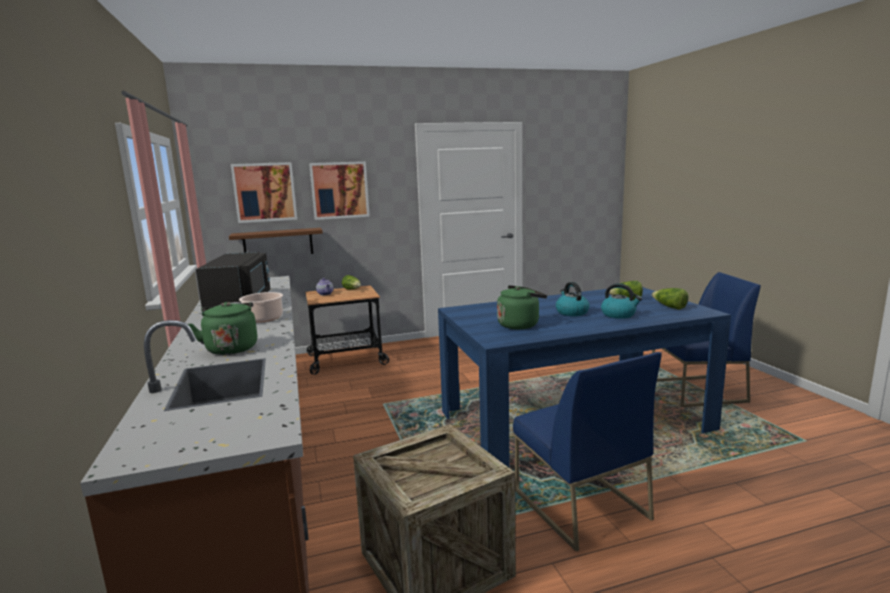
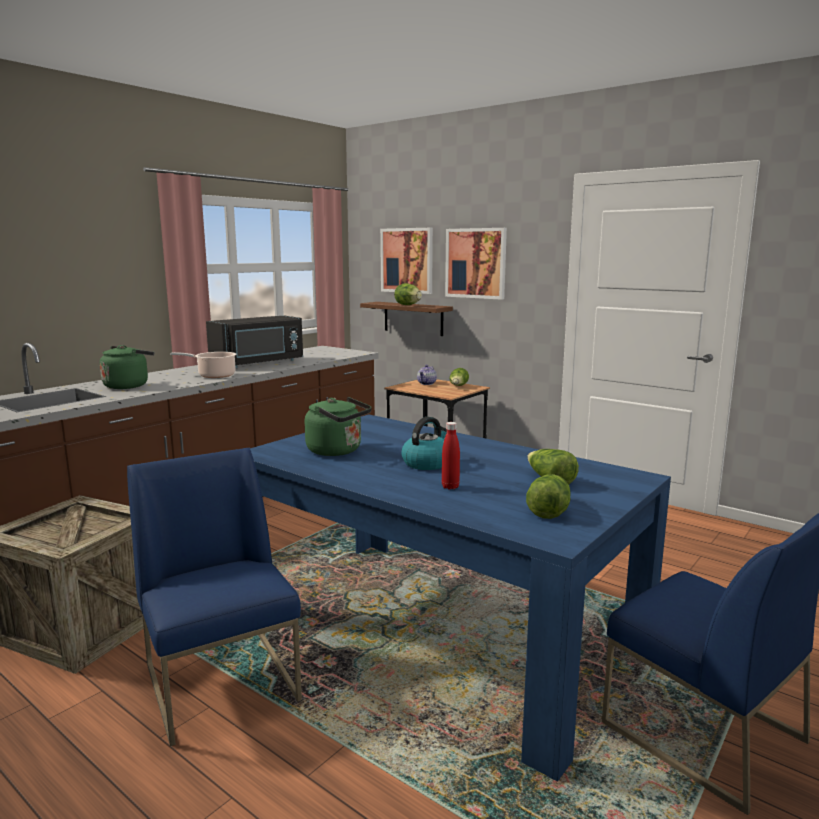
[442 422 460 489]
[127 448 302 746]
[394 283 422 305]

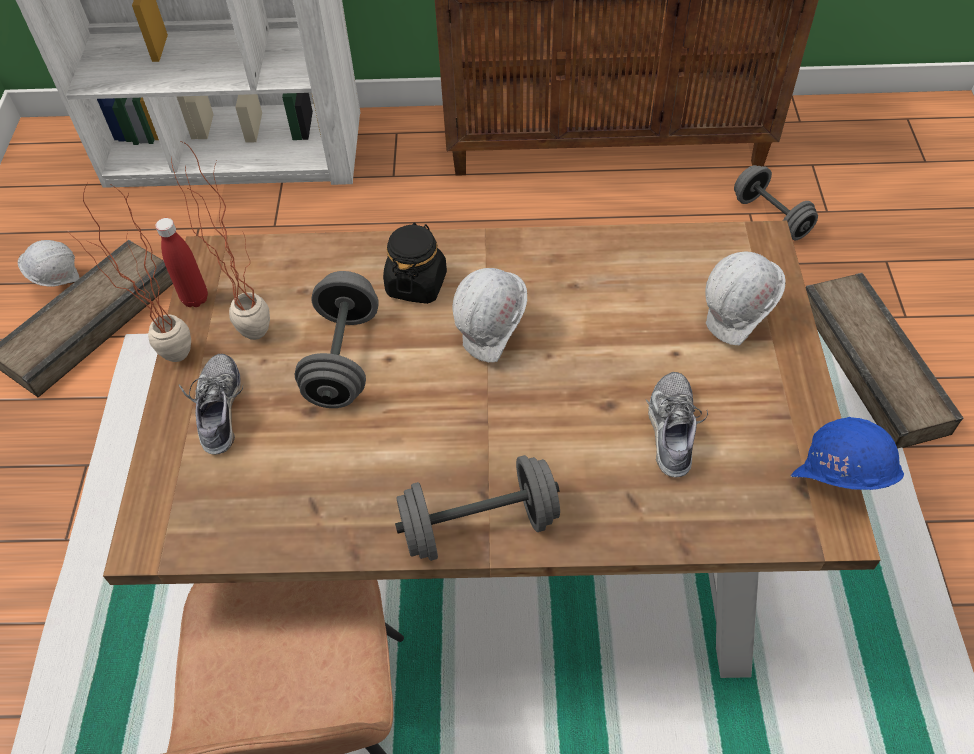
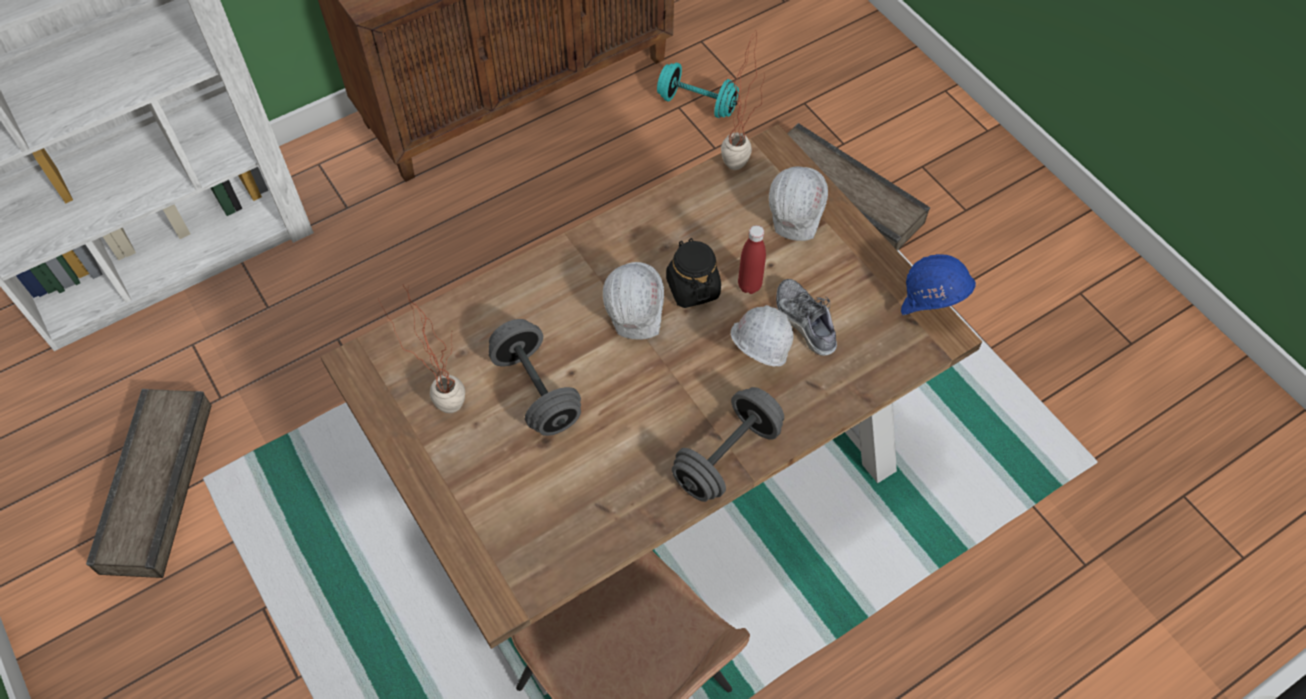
[657 63 739 118]
[721 31 765 170]
[738 225 766 294]
[666 238 721 308]
[731 305 793 367]
[179 354 243 455] (first image)

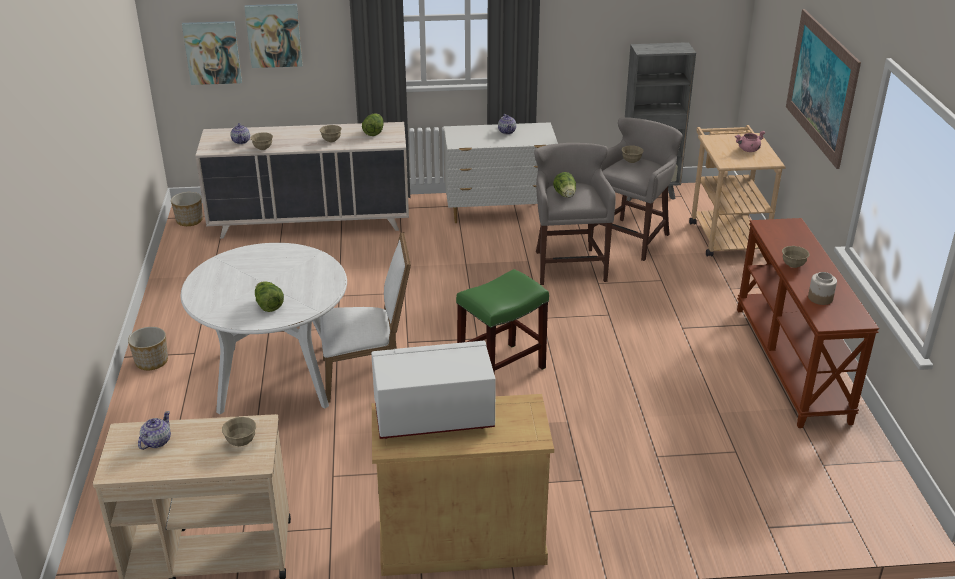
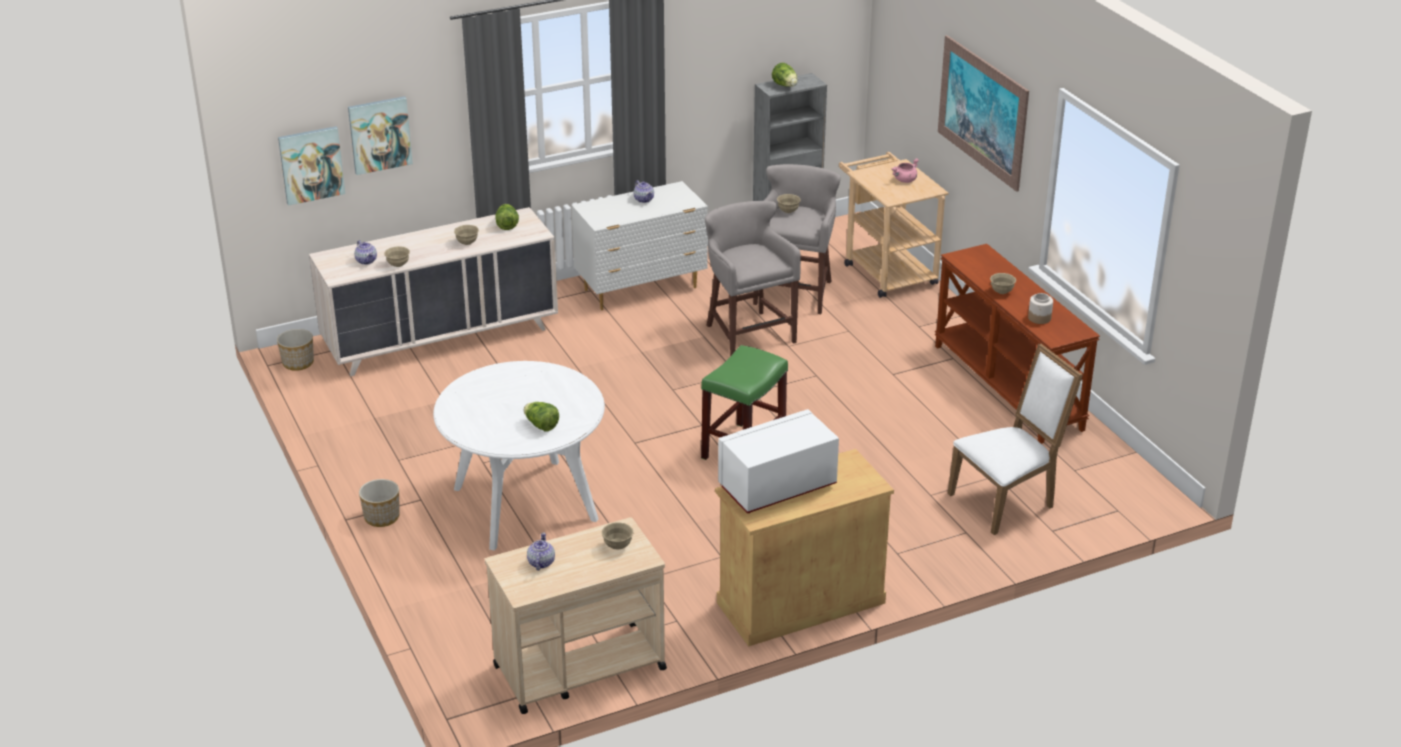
[772 63 798 87]
[948 344 1083 535]

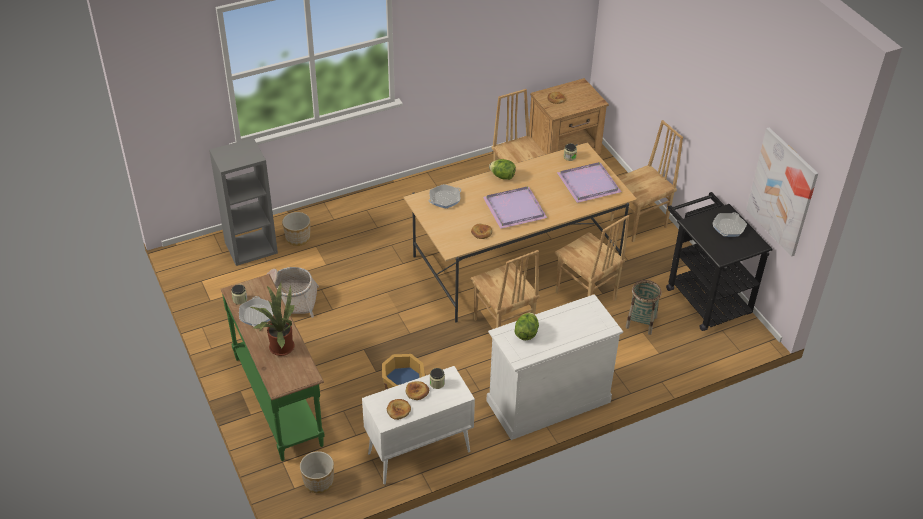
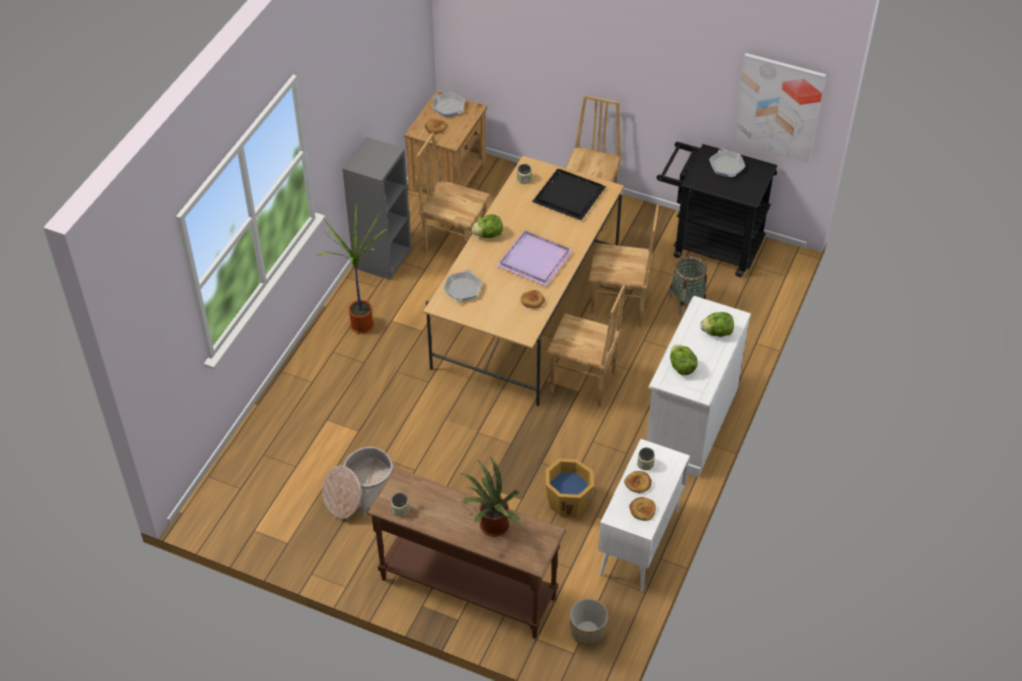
[342 137 412 280]
[532 169 606 220]
[282 212 310 246] (first image)
[367 468 566 639]
[432 92 465 117]
[317 204 387 334]
[700 312 734 337]

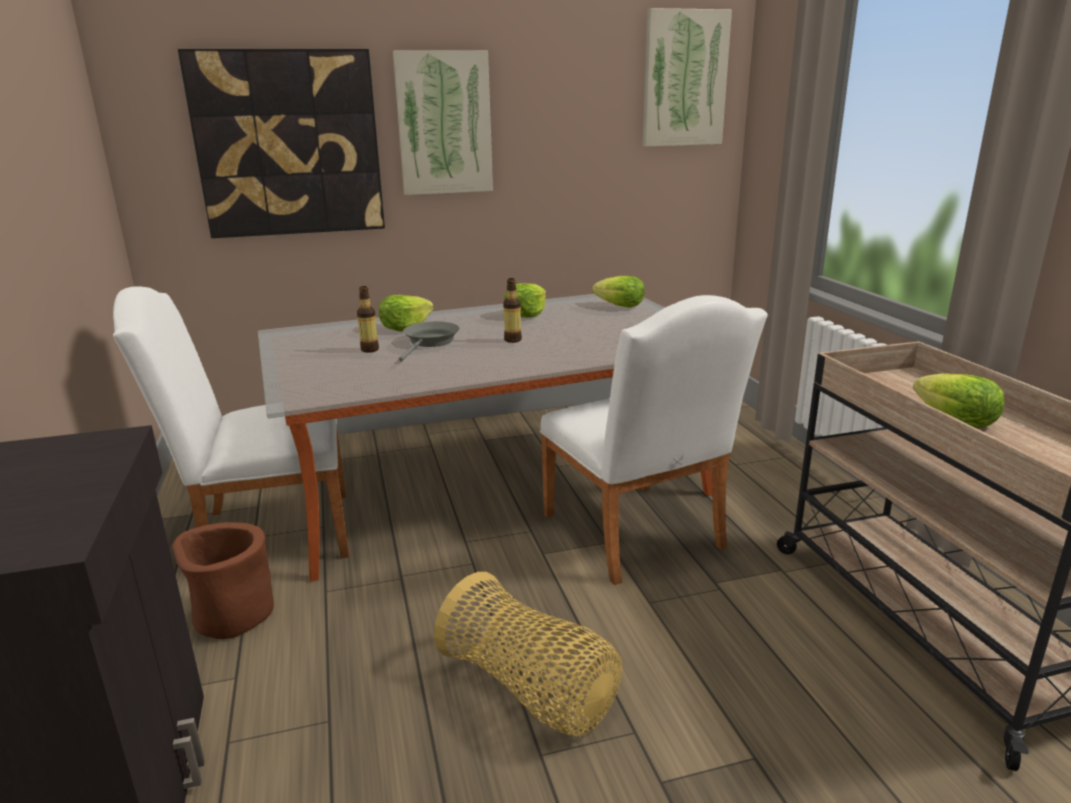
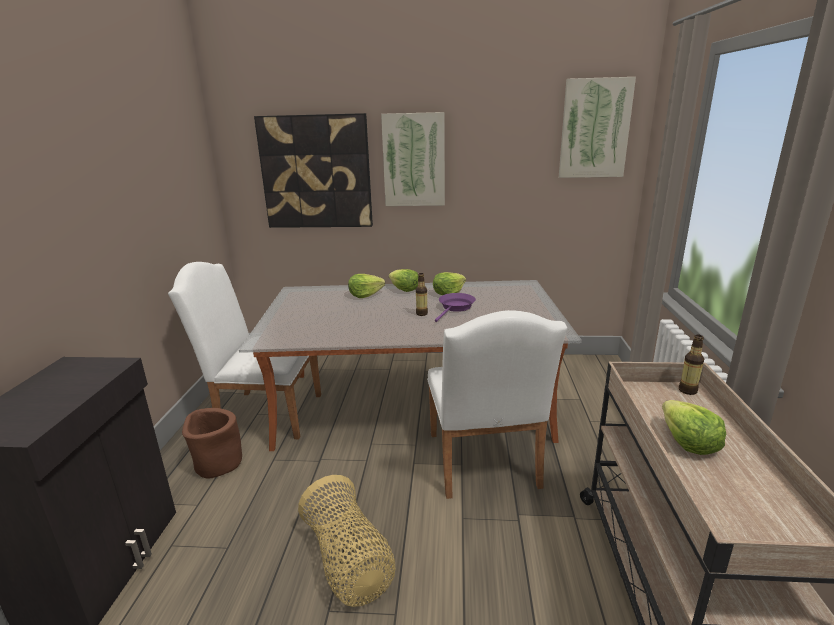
[389 269 418 292]
[679 335 704 395]
[399 321 459 361] (first image)
[435 293 476 322]

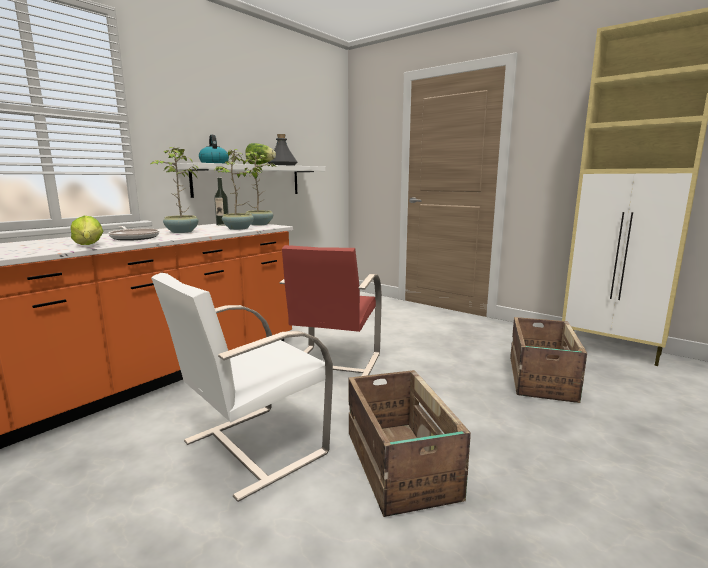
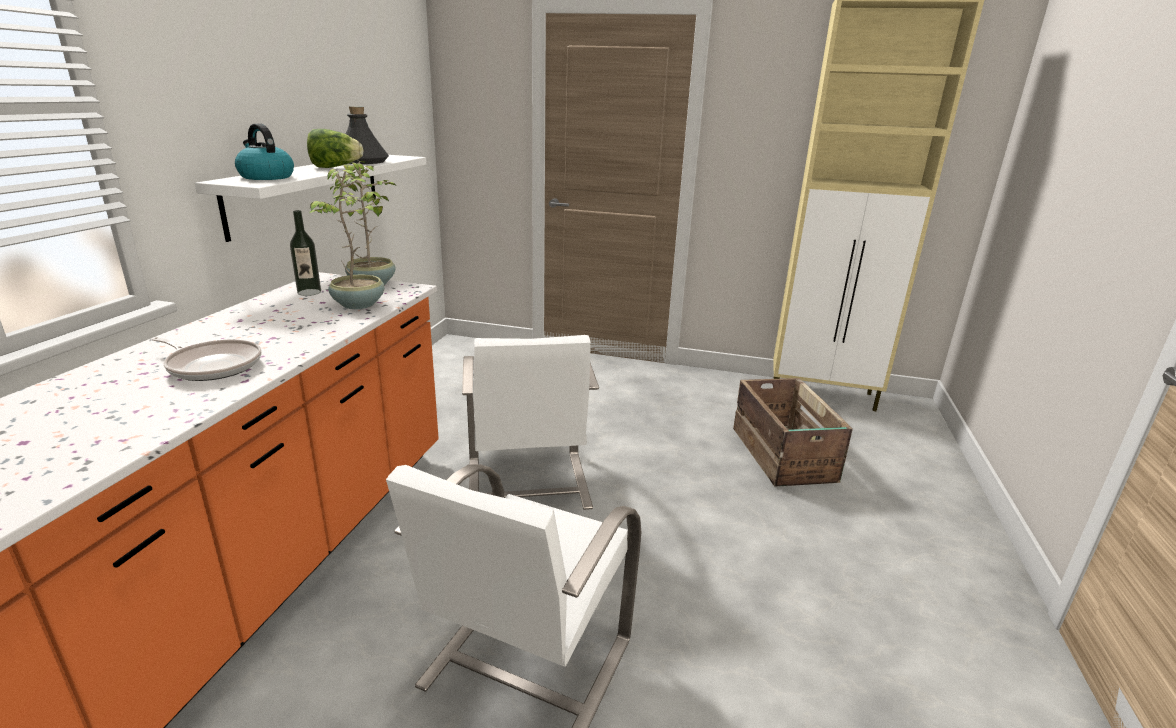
[151 147 199 233] (first image)
[71 216 103 245] (first image)
[462 335 599 510]
[349 370 471 517] (first image)

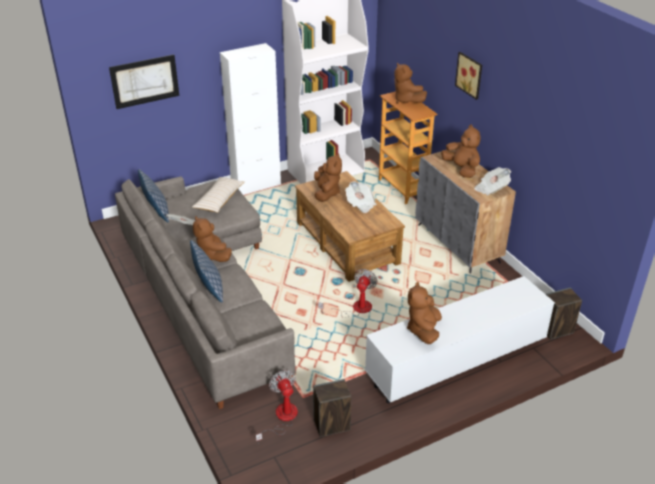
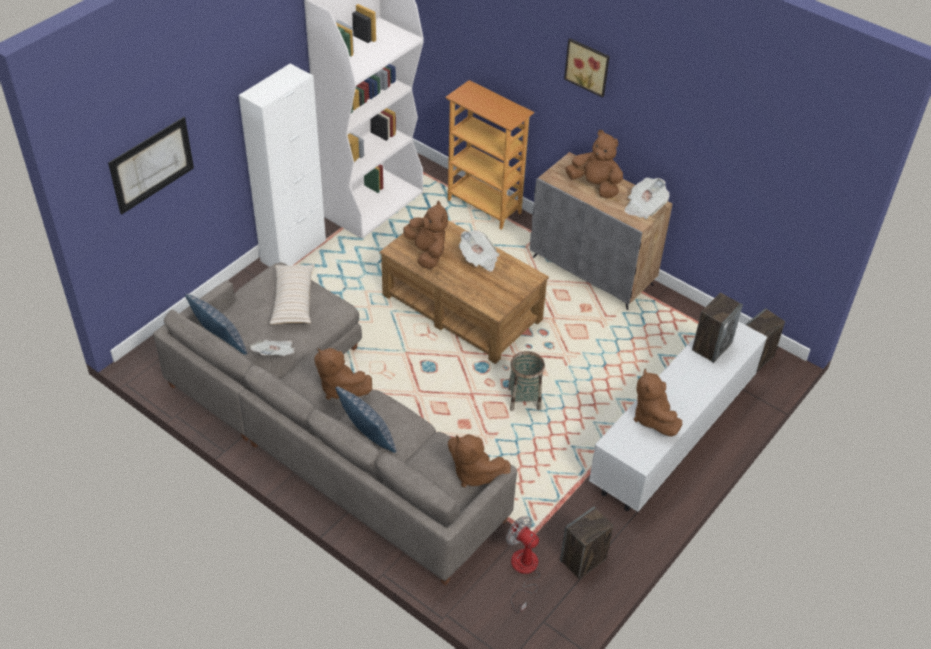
[448 434 511 487]
[508 351 545 411]
[692 293 743 363]

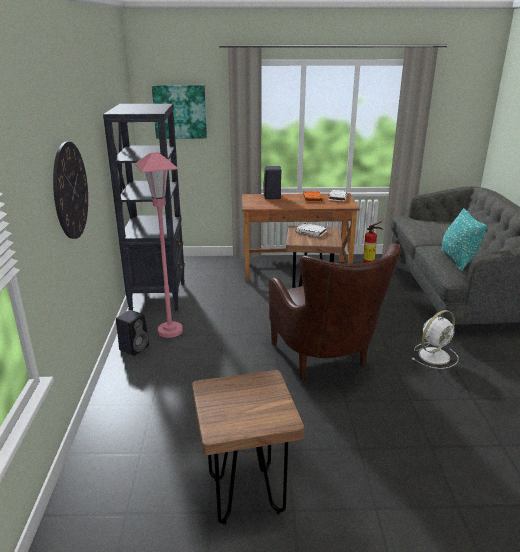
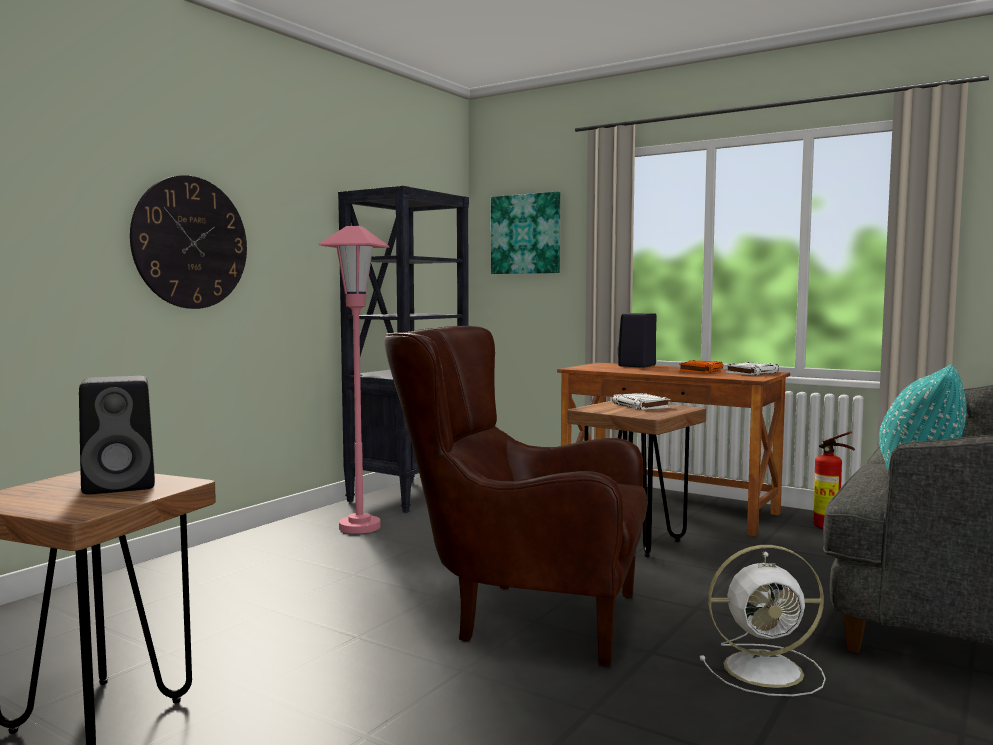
[384 326 648 667]
[79 376 155 495]

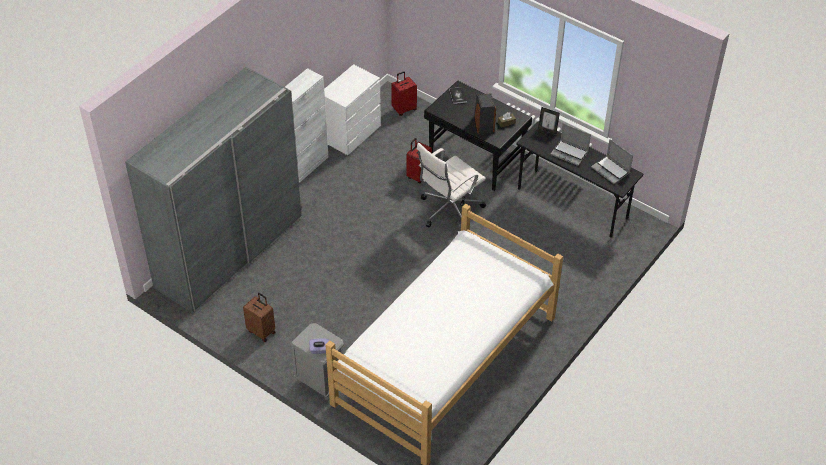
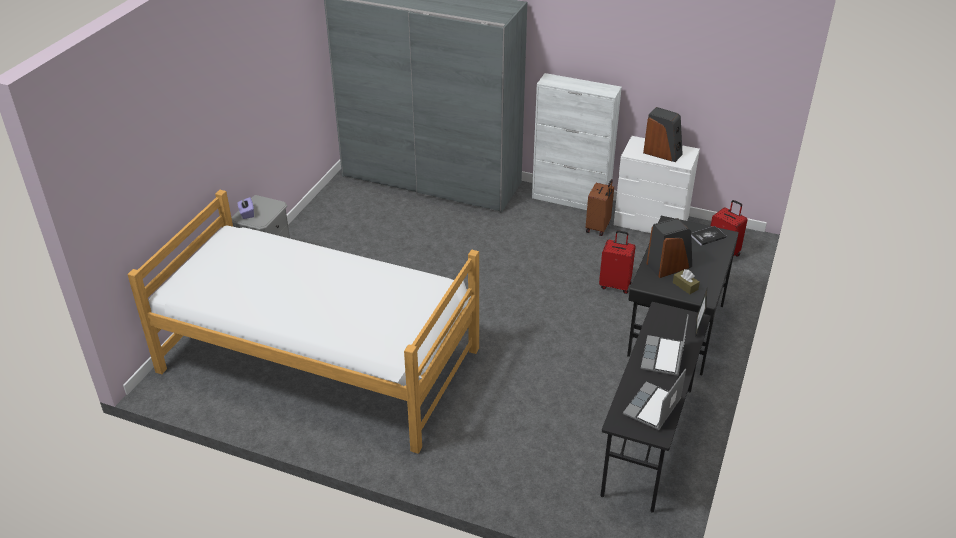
[417 143 486 227] (first image)
[586 179 614 236]
[643 107 683 162]

